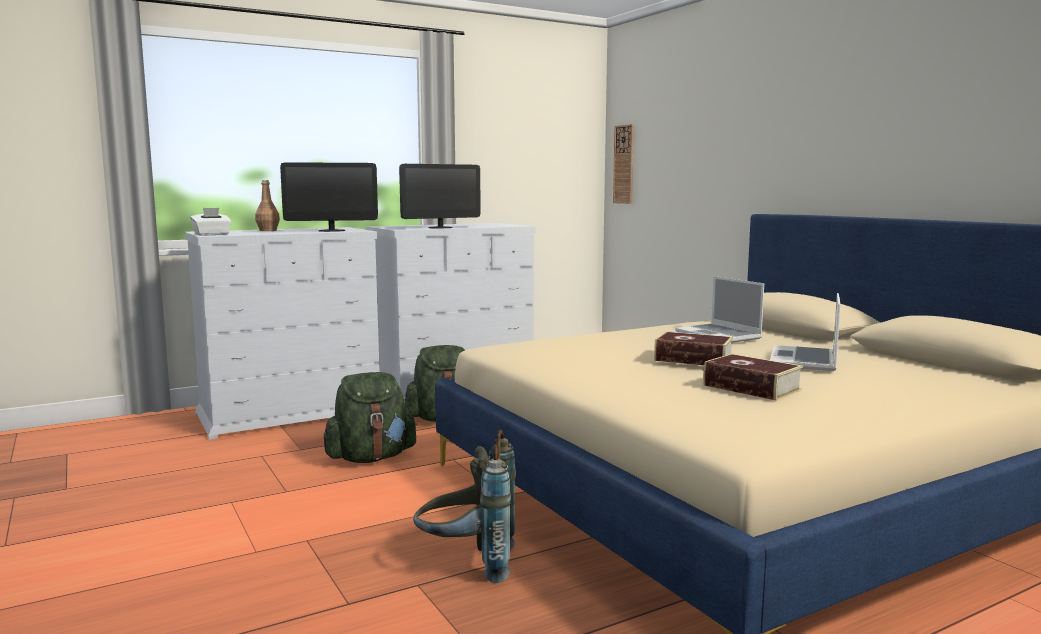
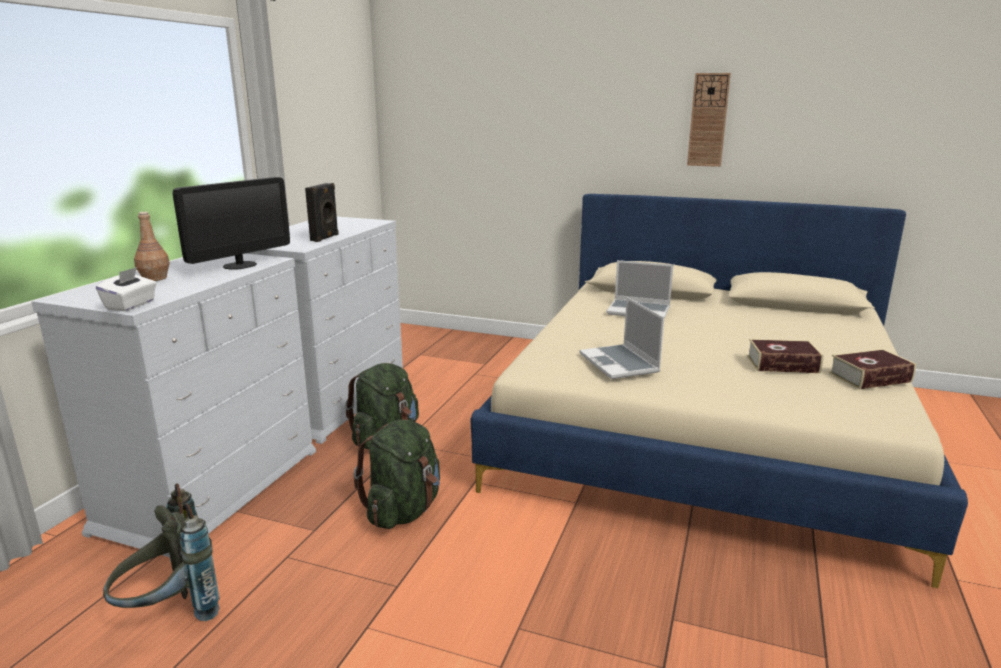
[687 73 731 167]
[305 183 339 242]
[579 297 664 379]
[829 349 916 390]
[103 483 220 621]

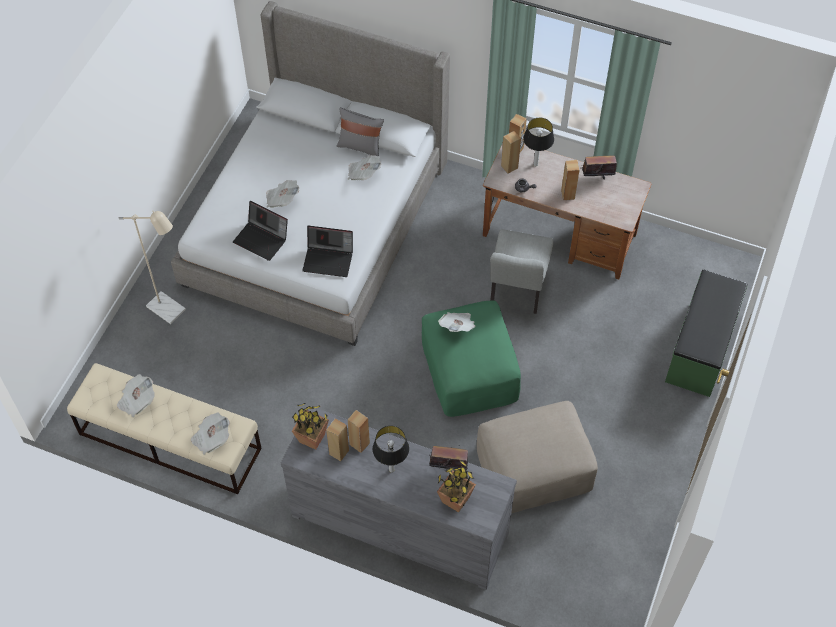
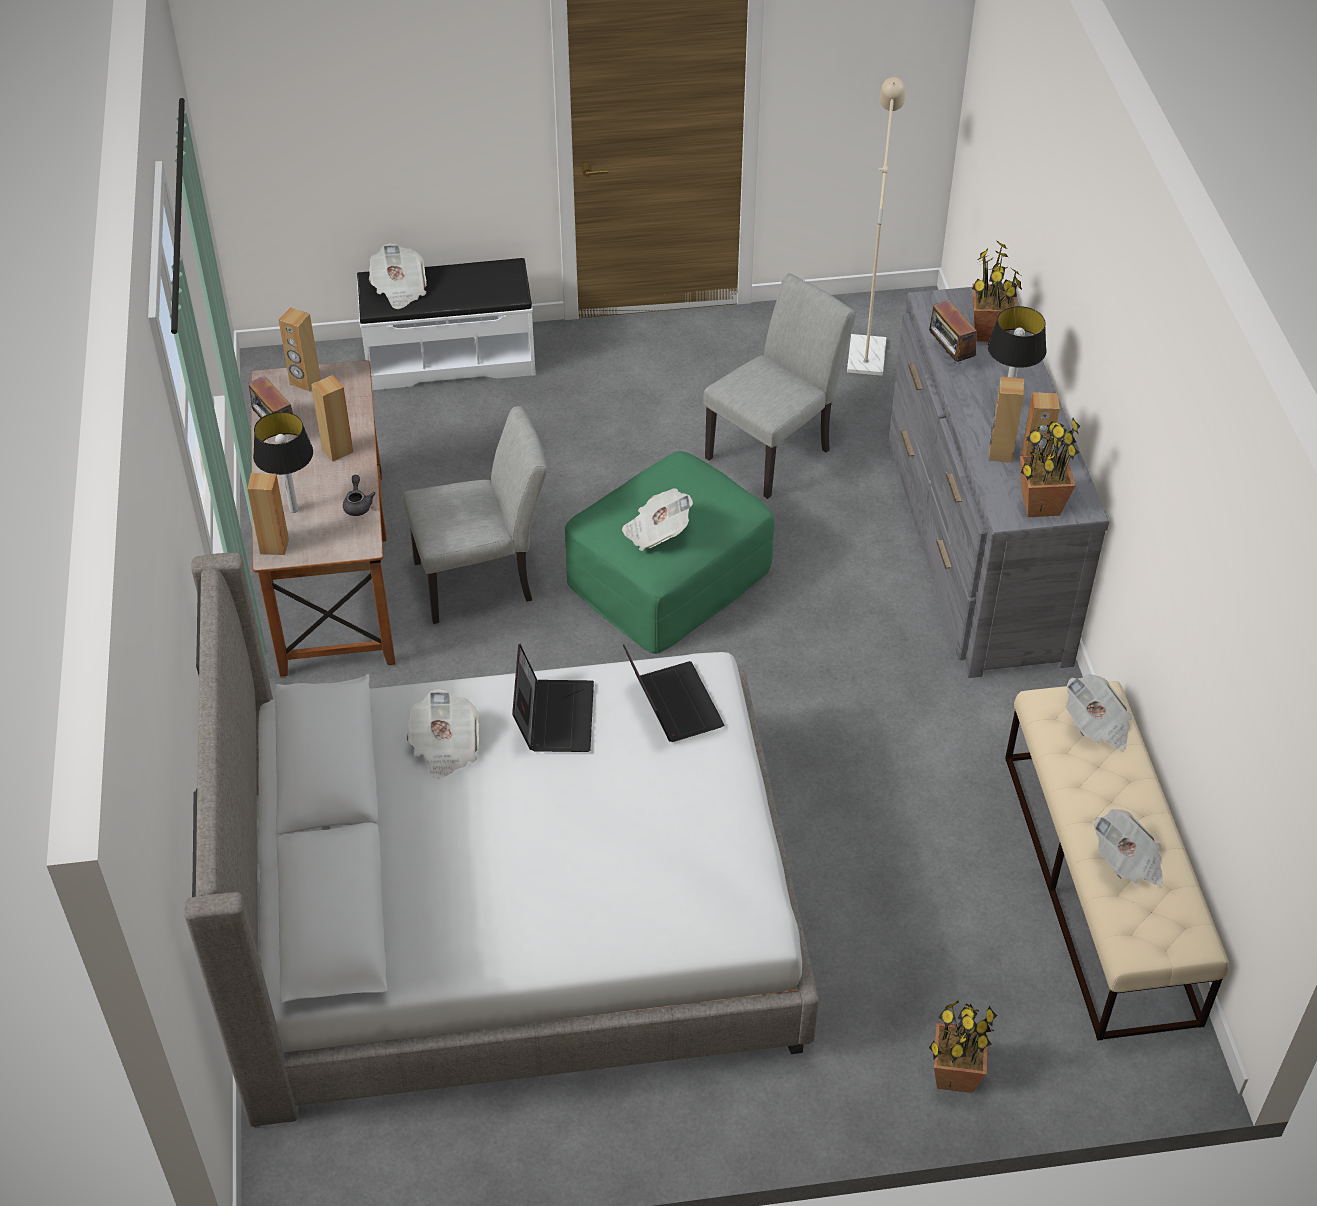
[337 107 384 156] (first image)
[279 308 321 391]
[369 243 427 309]
[512 644 594 752]
[847 77 905 376]
[357 258 536 390]
[703 273 856 499]
[929 1000 998 1093]

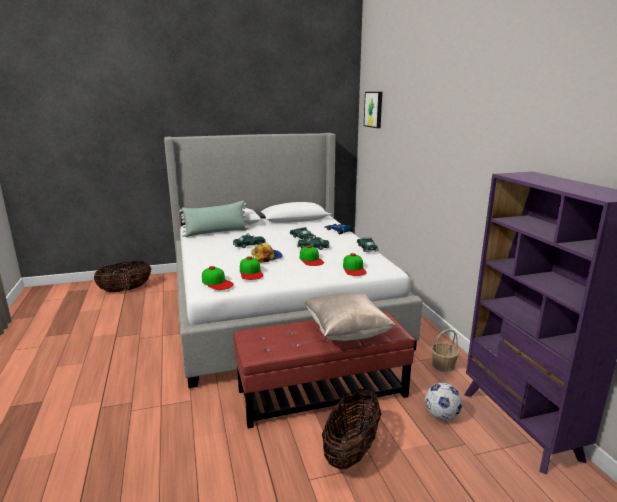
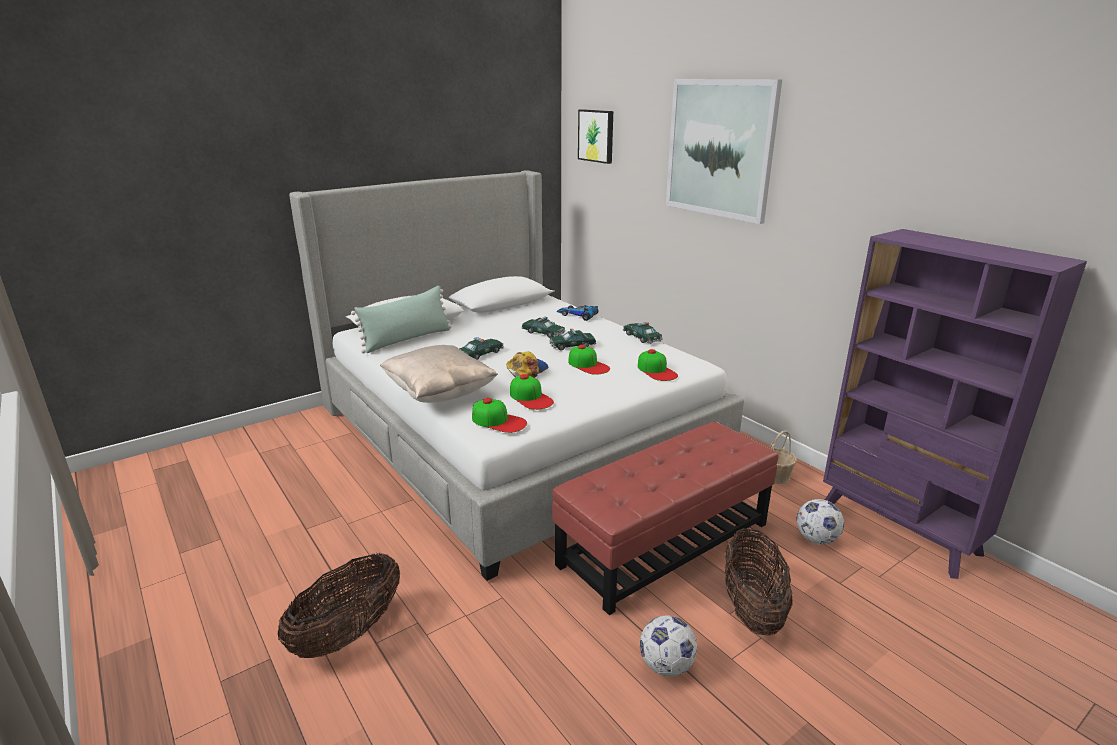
[278 553 400 658]
[380 345 498 403]
[666 79 782 224]
[640 616 697 676]

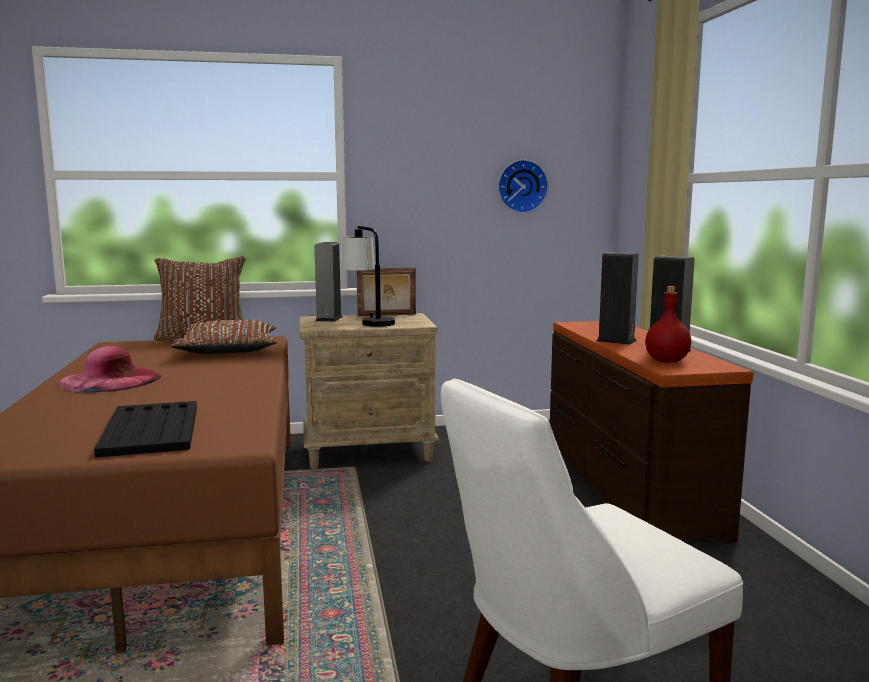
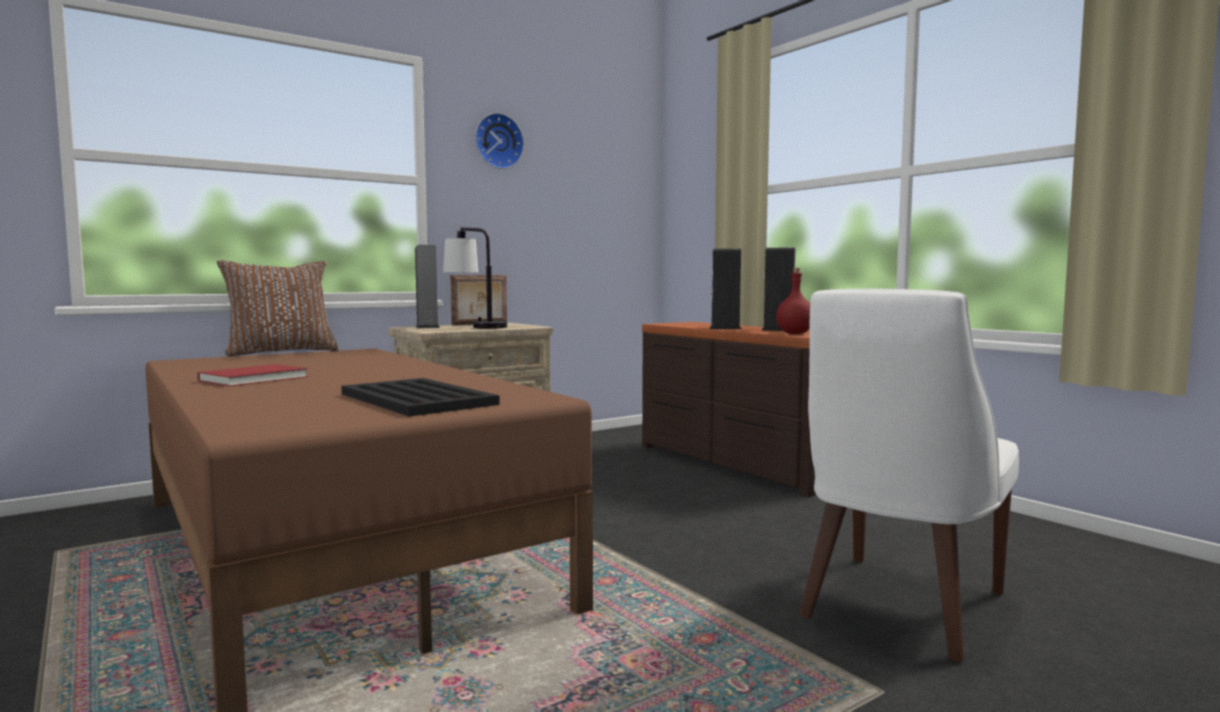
[475 113 524 169]
[170 320 277 354] (first image)
[198 364 308 386]

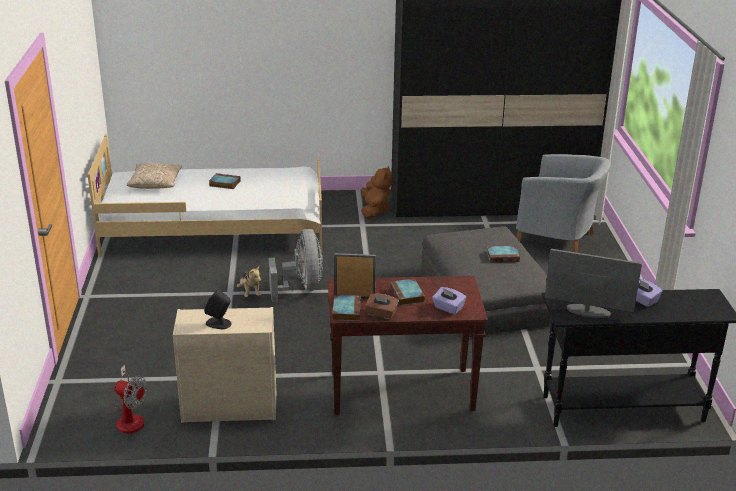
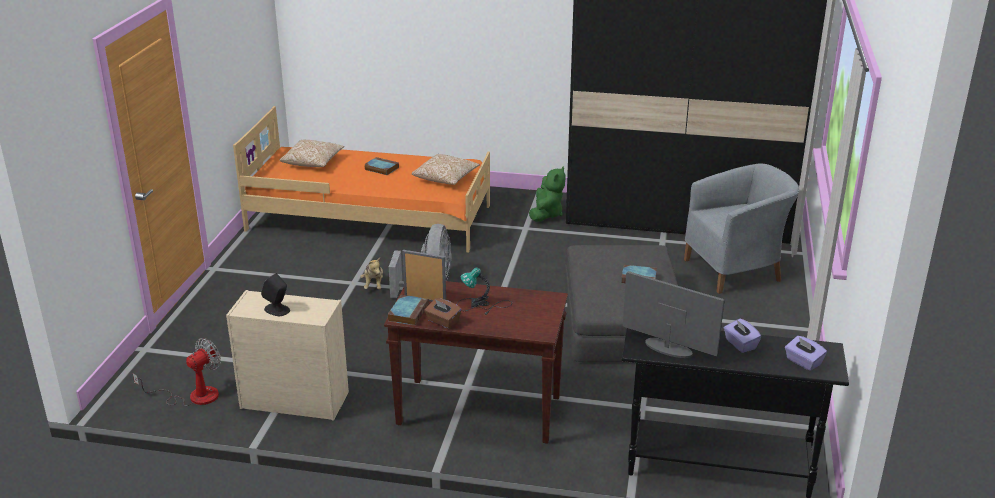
[233 106 490 253]
[684 164 799 294]
[529 167 566 222]
[457 267 512 315]
[785 336 827 371]
[133 338 221 406]
[412 154 480 185]

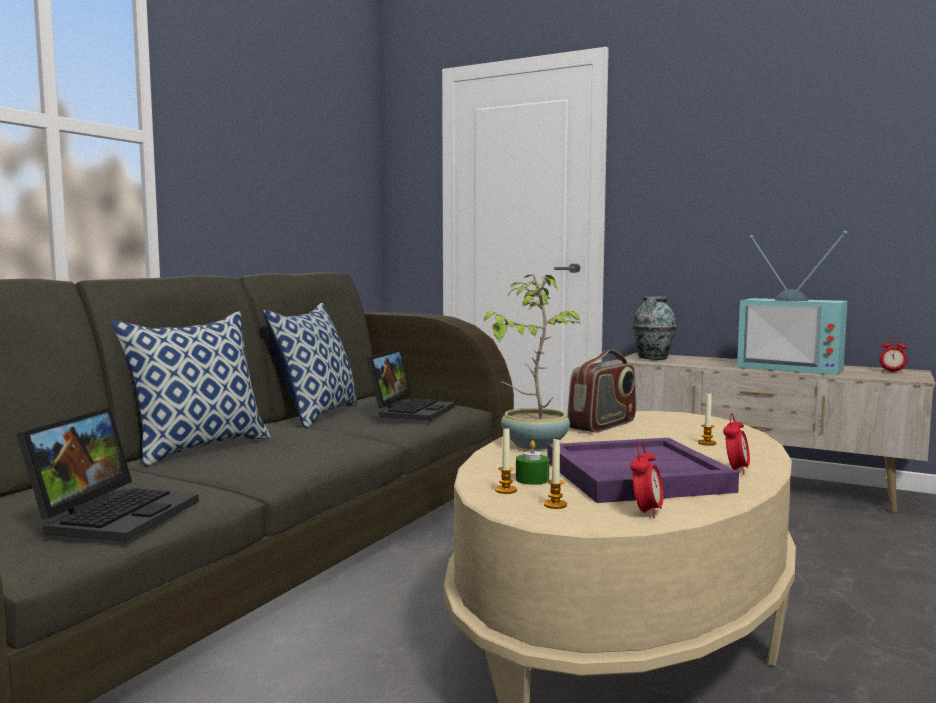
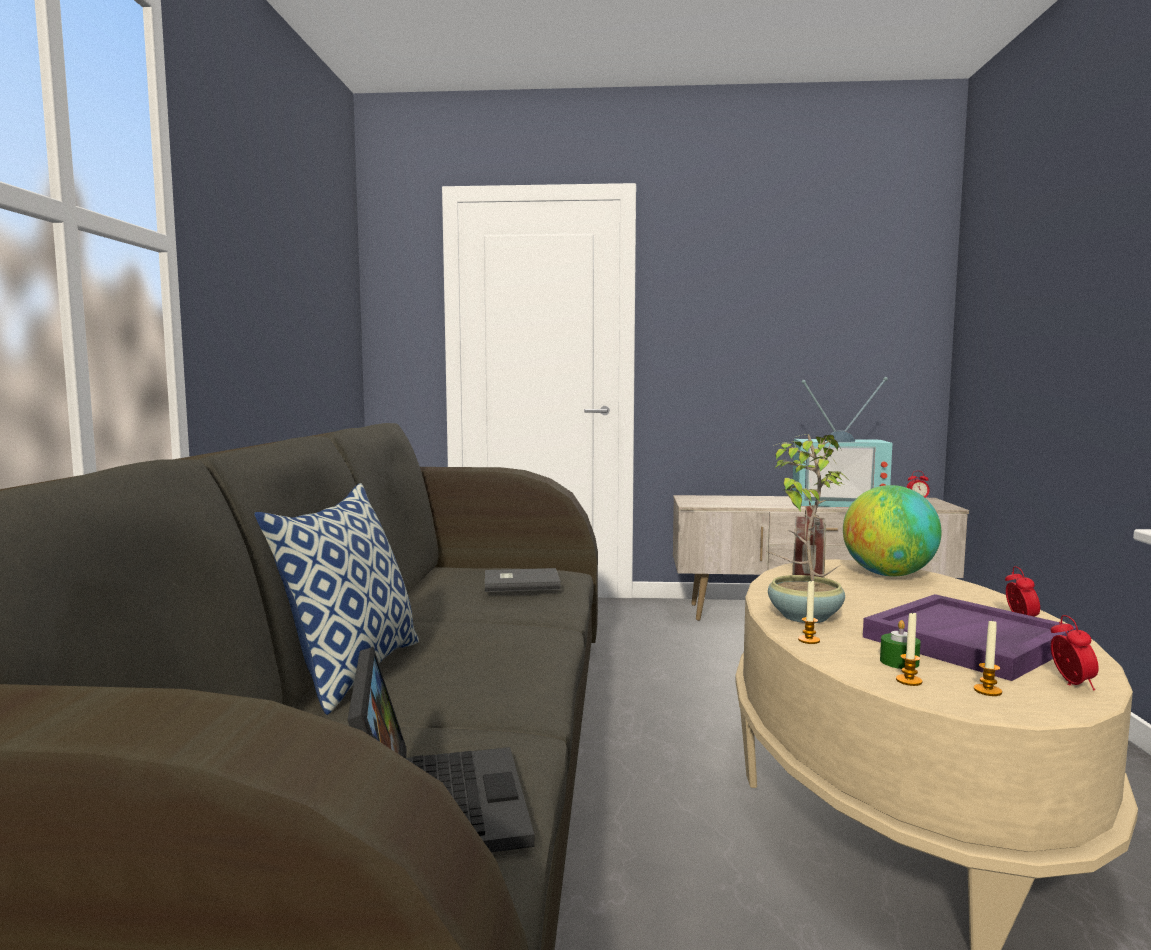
[632 296 677 360] (first image)
[263 303 358 428] (first image)
[485 568 561 592]
[798 580 820 644]
[843 485 941 577]

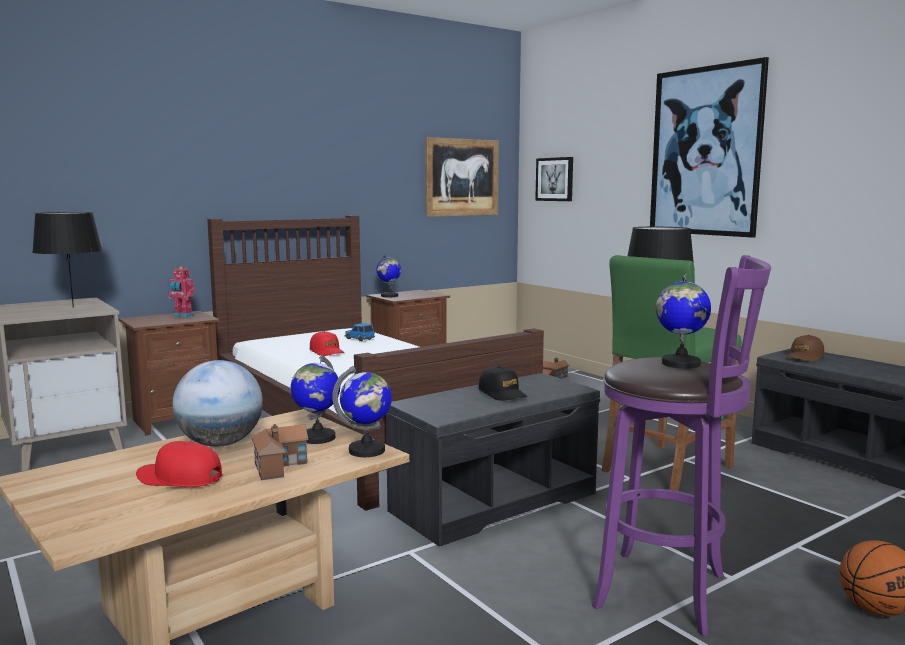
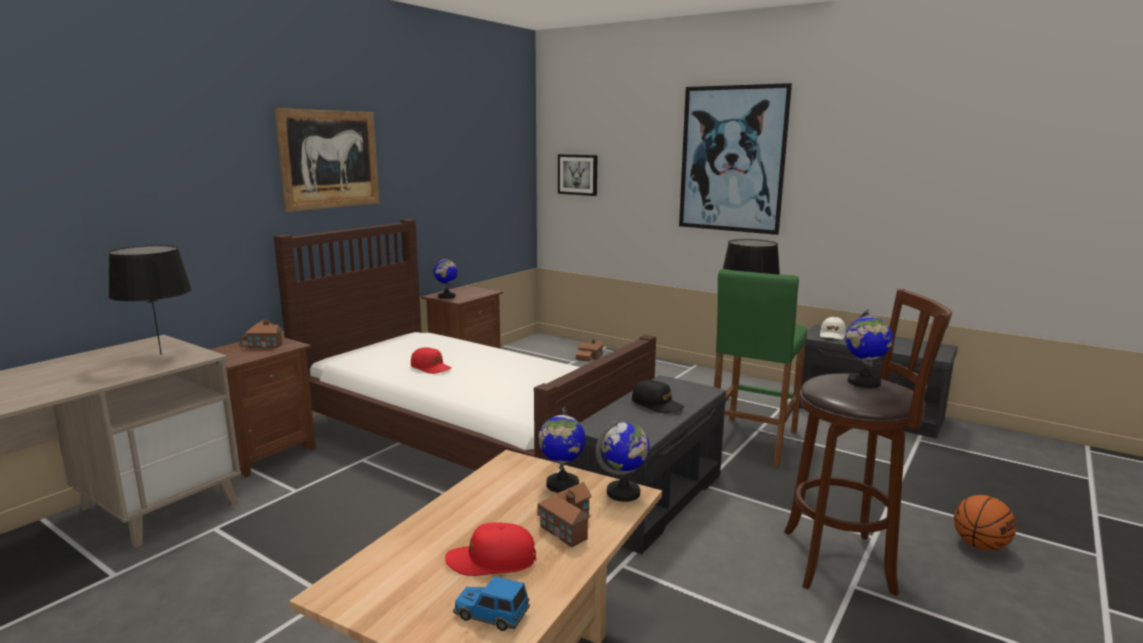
[274 108 379 212]
[784 288 952 596]
[240 319 282 348]
[453 576 530 631]
[820 317 846 340]
[172 360 263 447] (first image)

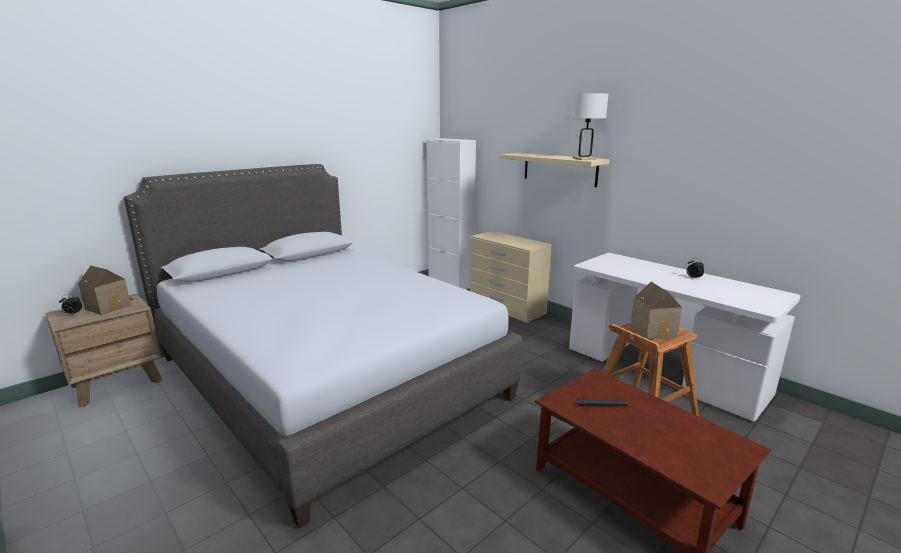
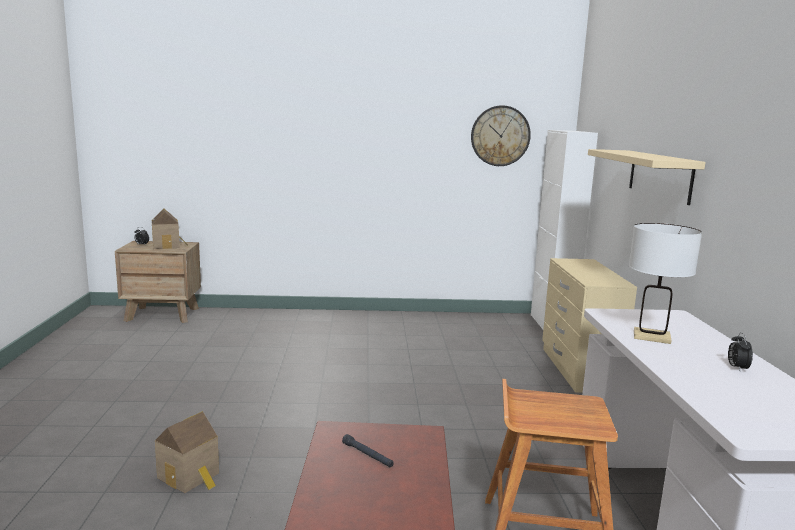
[629 223 702 344]
[124 164 523 529] (first image)
[155 411 219 493]
[471 105 531 166]

